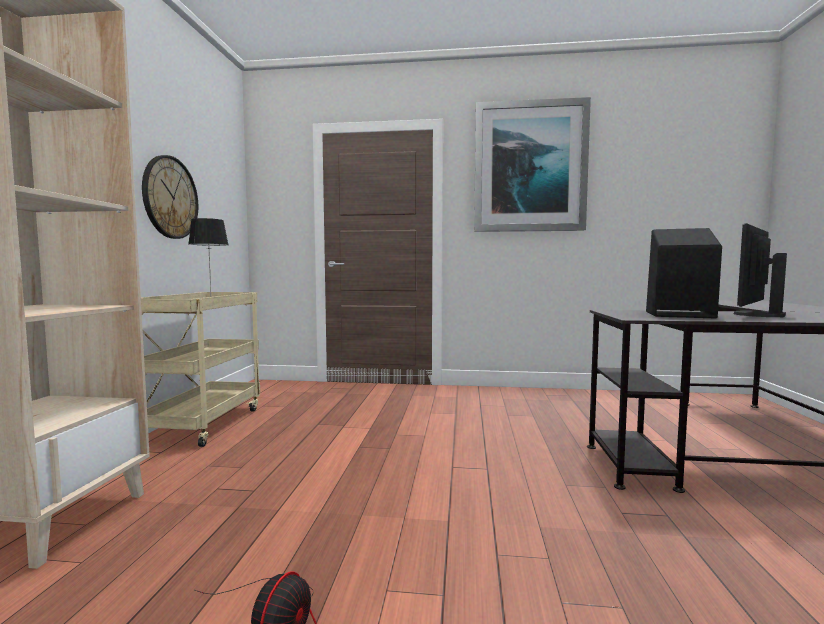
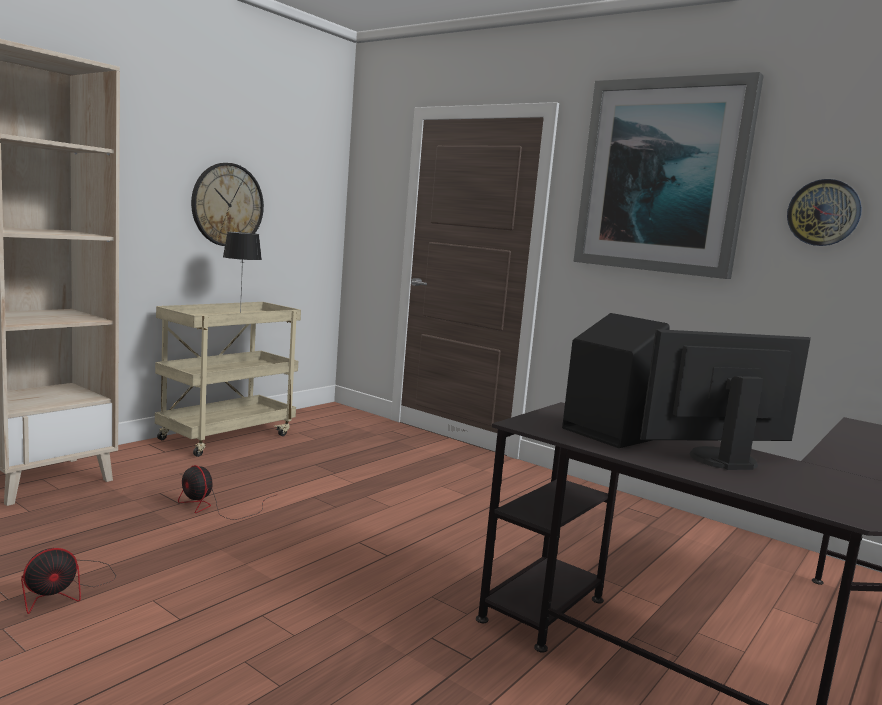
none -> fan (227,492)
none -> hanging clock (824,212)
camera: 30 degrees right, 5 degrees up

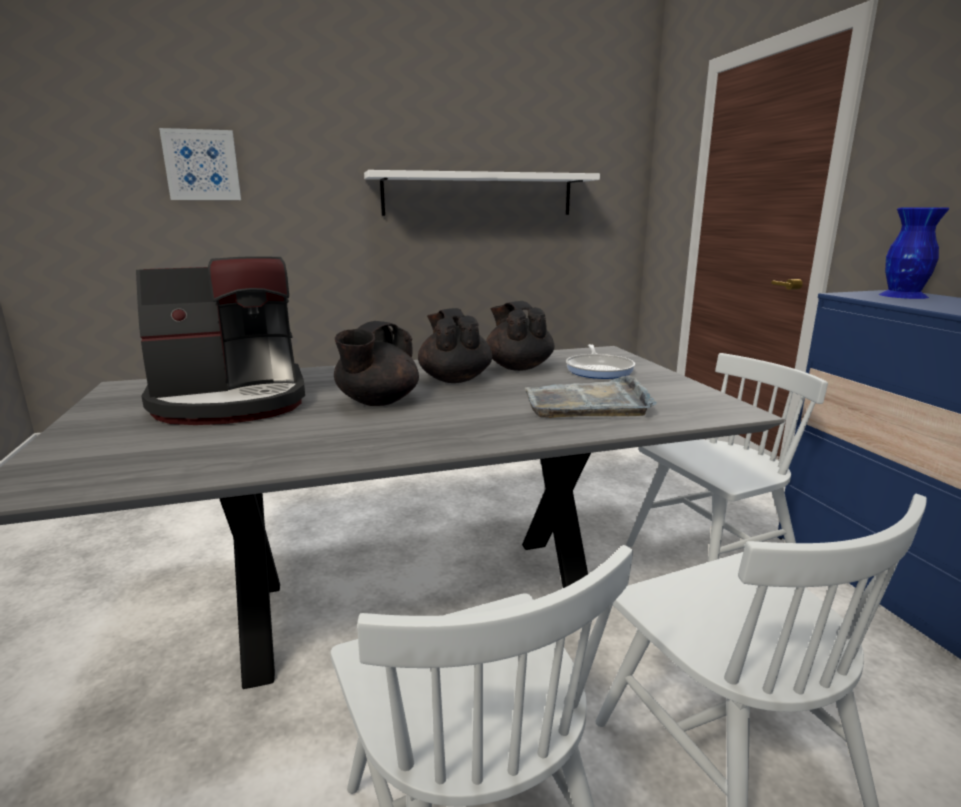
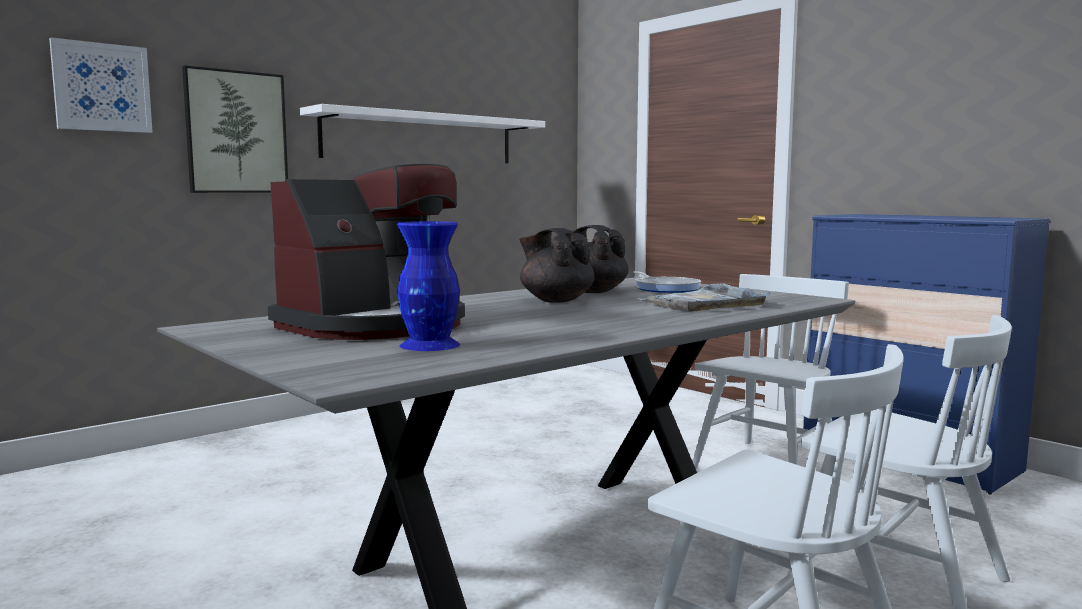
none -> wall picture (235,129)
blue flower vase (914,253) -> blue flower vase (428,286), moved
black-coloured pot for tea (376,363) -> none
camera: 25 degrees left, 10 degrees down

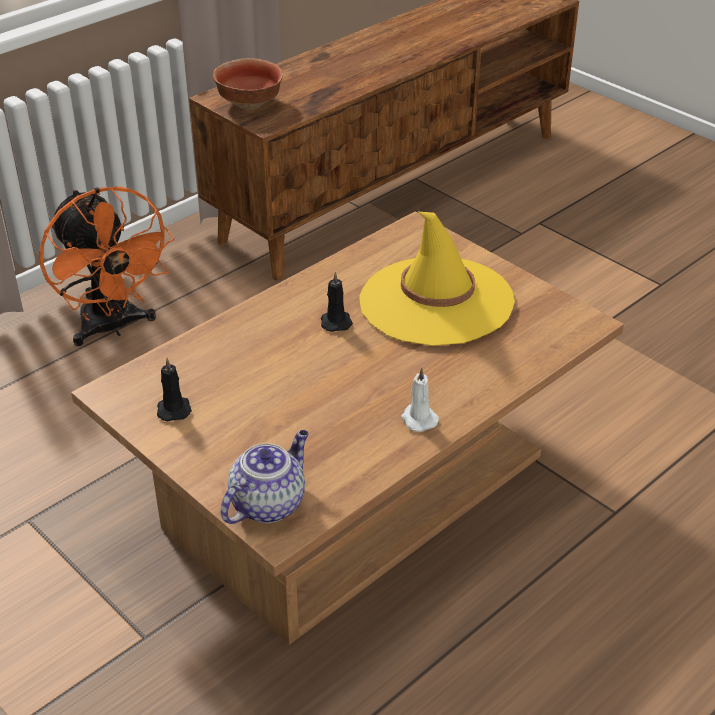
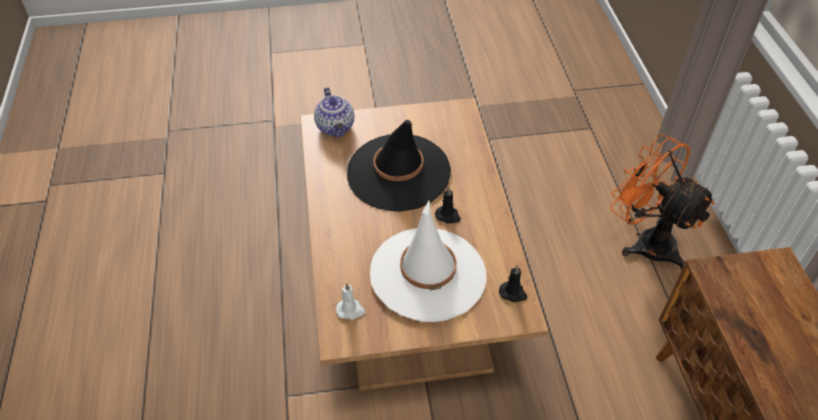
white-coloured wax candle (420,399) -> white-coloured wax candle (350,301), moved
none -> black-coloured clothing hat (399,166)
yellow-coloured clothing hat (437,278) -> white-coloured clothing hat (428,261)
black-coloured wax candle (174,390) -> black-coloured wax candle (513,283), moved
orangey fan (106,266) -> orangey fan (662,202), 45 degrees clockwise
bowl (248,83) -> none
camera: 125 degrees right, 10 degrees up

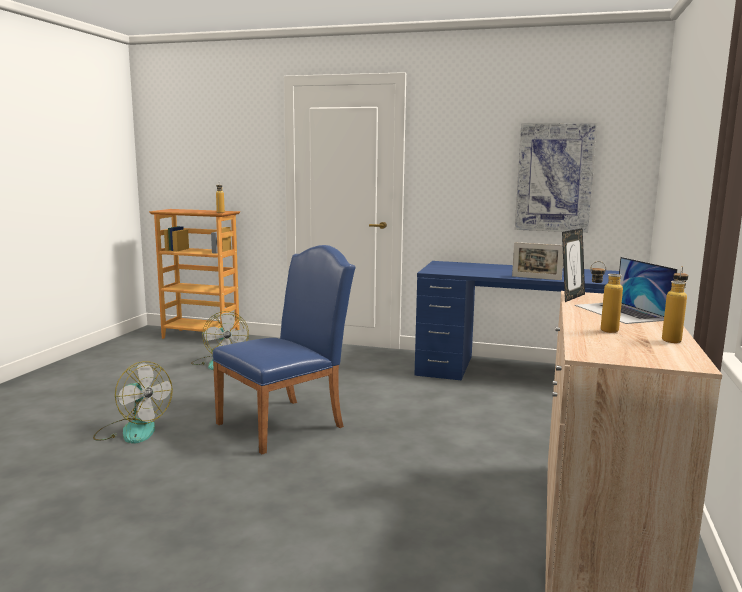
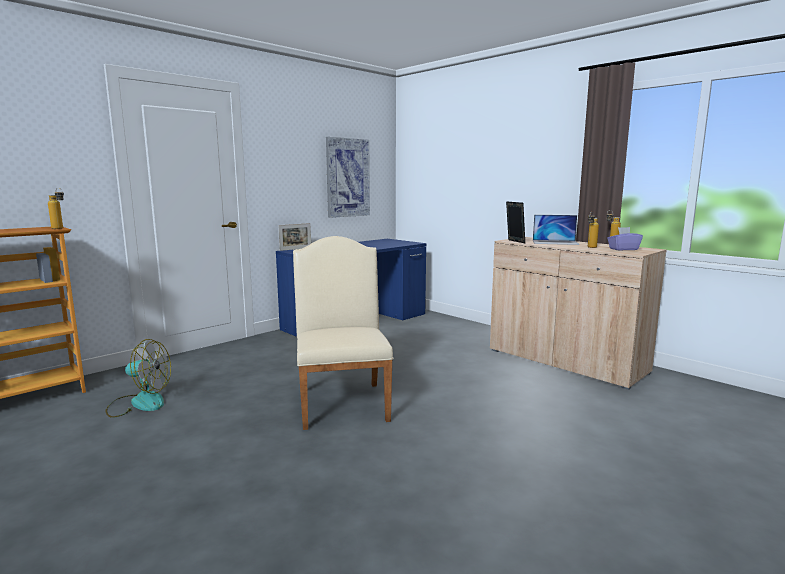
standing frame (537,261) -> standing frame (294,237), moved
blue chair (284,349) -> beige chair (343,333)
none -> purple box of tissues (625,239)
fan (133,402) -> none
camera: 60 degrees left, 0 degrees up

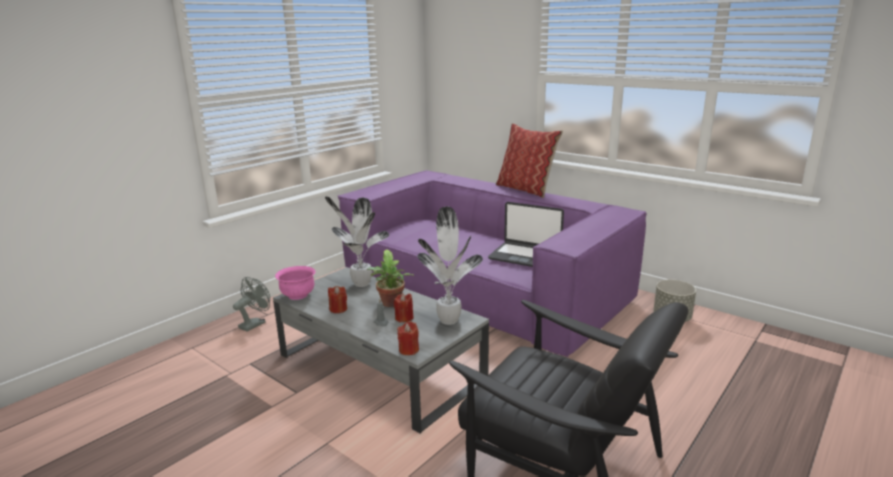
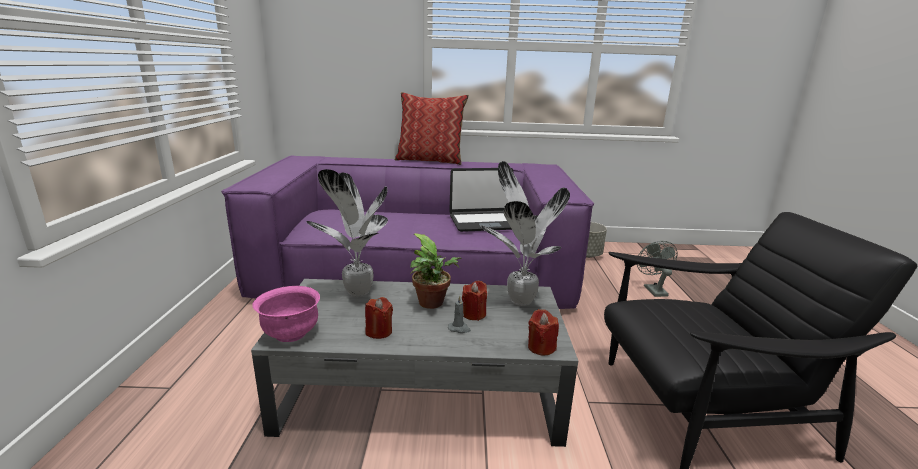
gray fan (251,304) -> gray fan (657,269), moved
camera: 40 degrees left, 0 degrees up

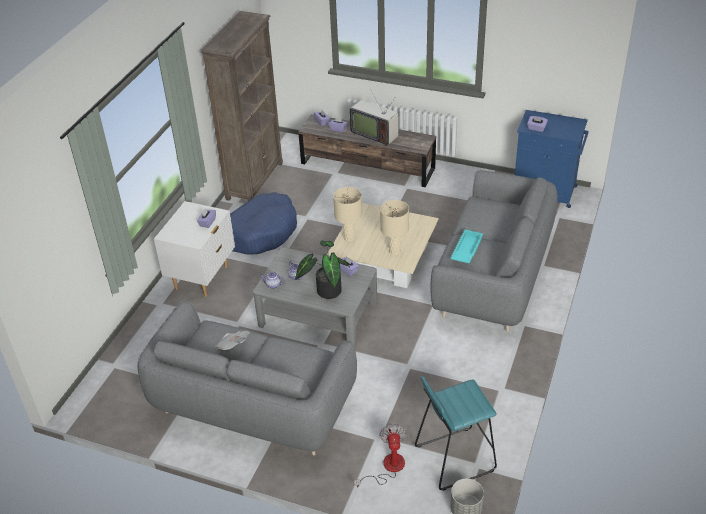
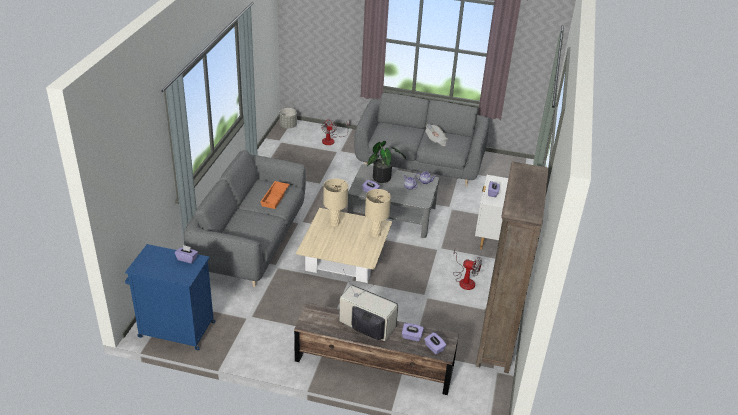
turquoise-coloured tray (466,246) -> orangey tray (275,195)
blue dog bed (263,223) -> fan (467,269)
turquoise-coloured sitting stool (456,433) -> none
camera: 170 degrees right, 5 degrees down

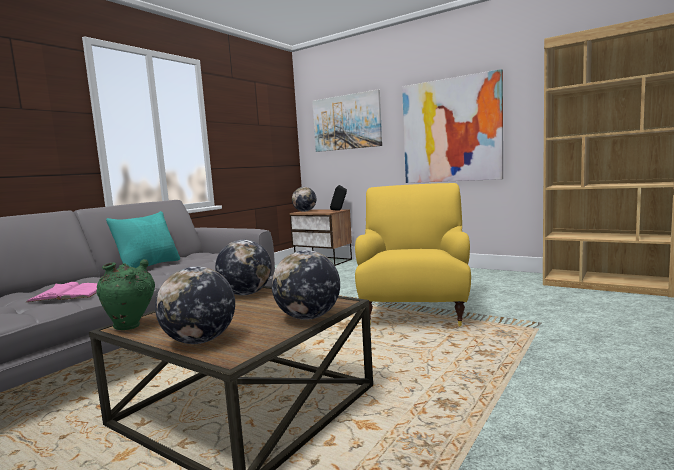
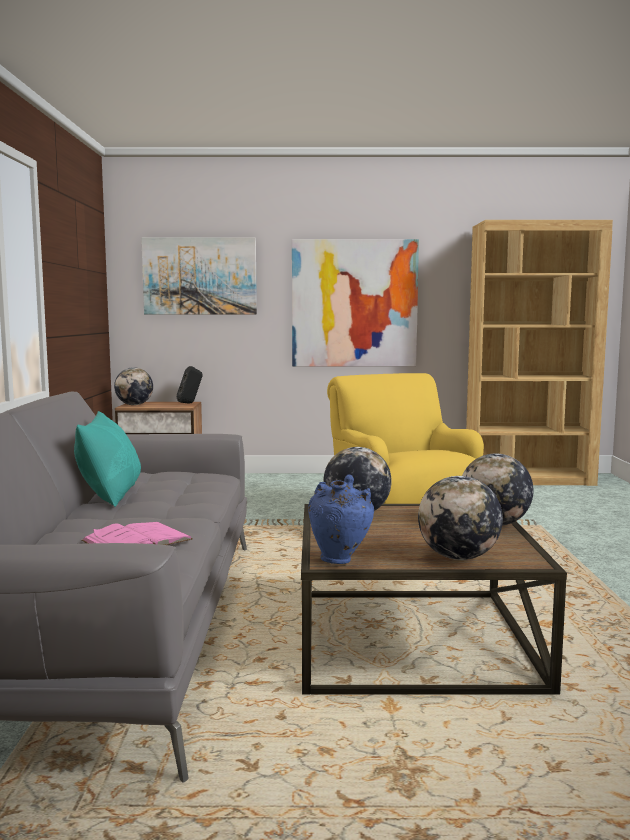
greenish flower vase (126,294) -> blue flower vase (341,519)
camera: 35 degrees left, 0 degrees up

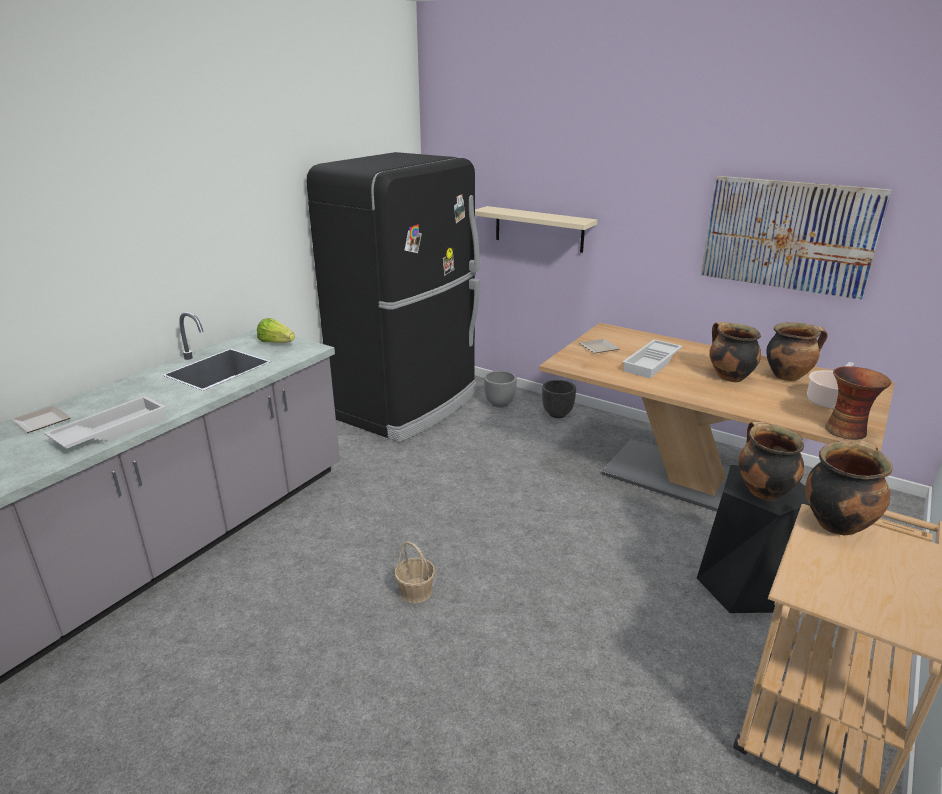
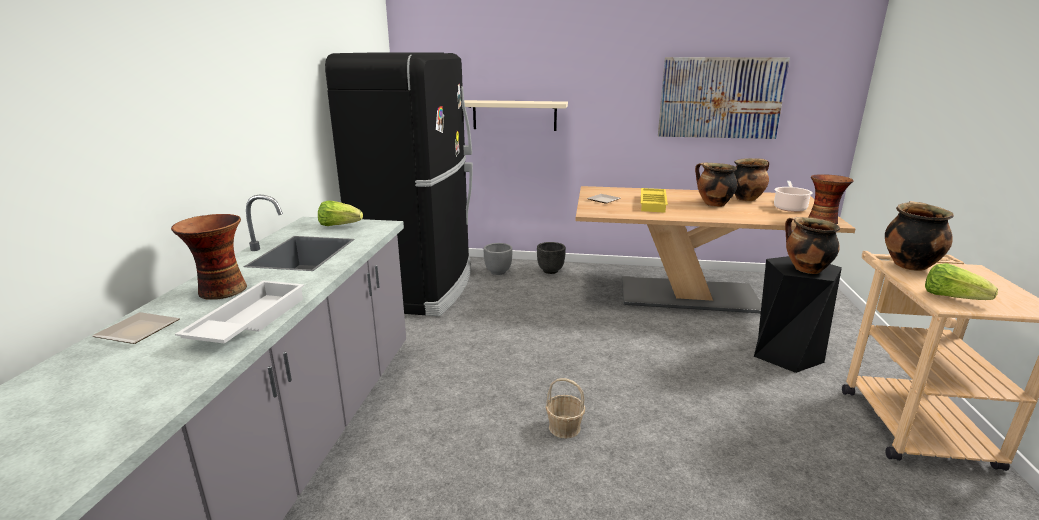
none -> flower vase (209,257)
white-coloured tray (652,358) -> yellow-coloured tray (654,200)
none -> lettuce (961,281)
camera: 25 degrees left, 5 degrees down

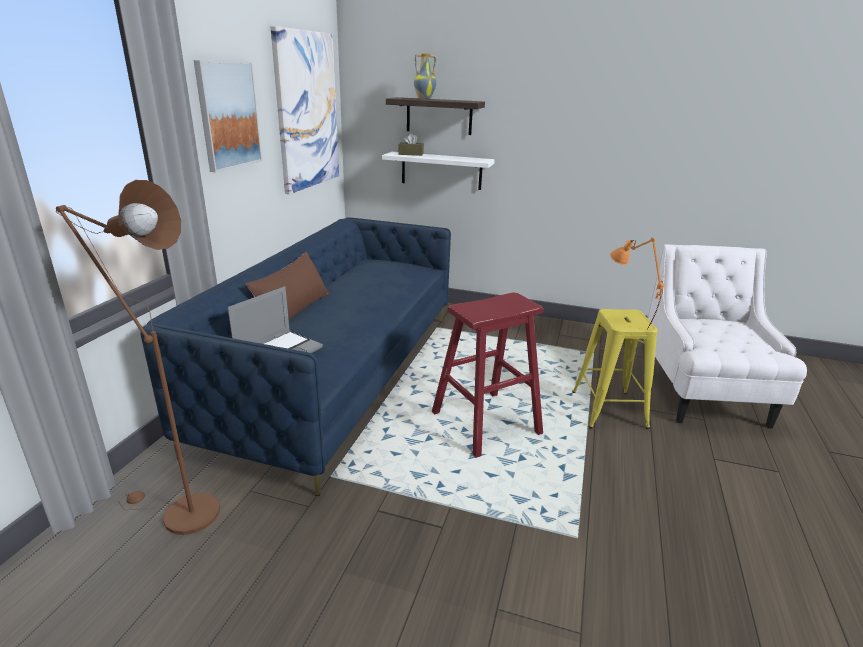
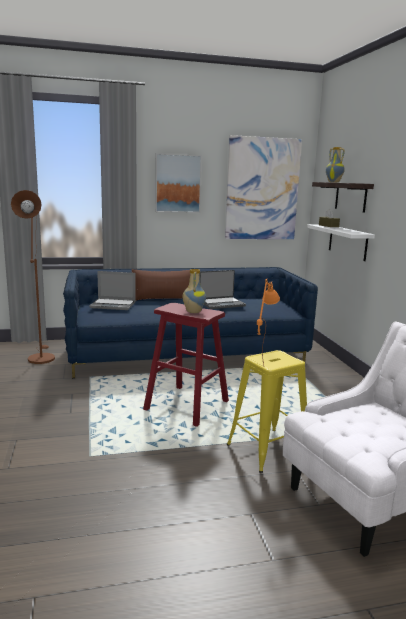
none -> flower vase (194,291)
none -> laptop (222,289)
camera: 60 degrees right, 10 degrees down

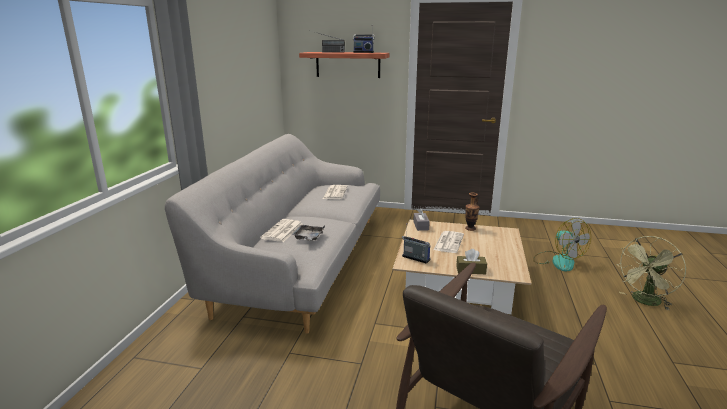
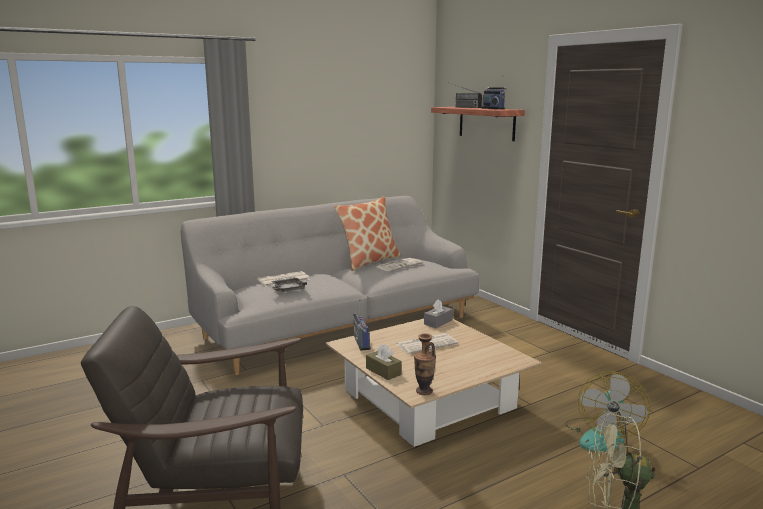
none -> pillow (367,233)
flower vase (472,212) -> flower vase (425,364), moved
camera: 45 degrees right, 5 degrees down

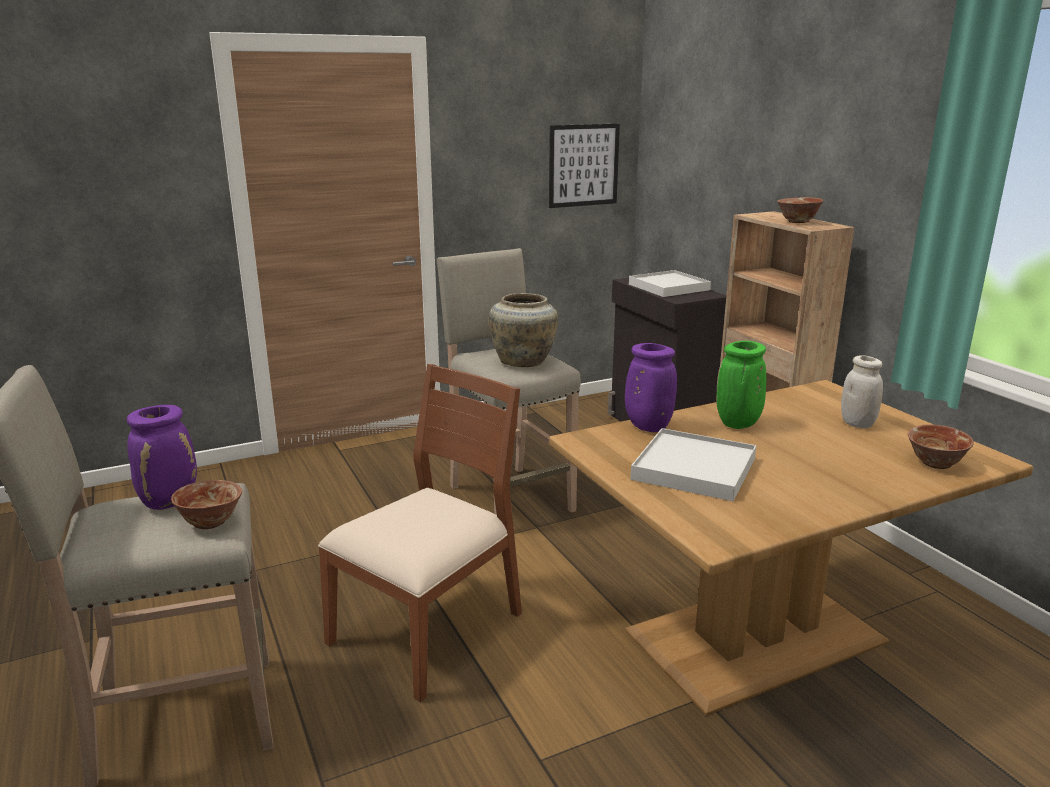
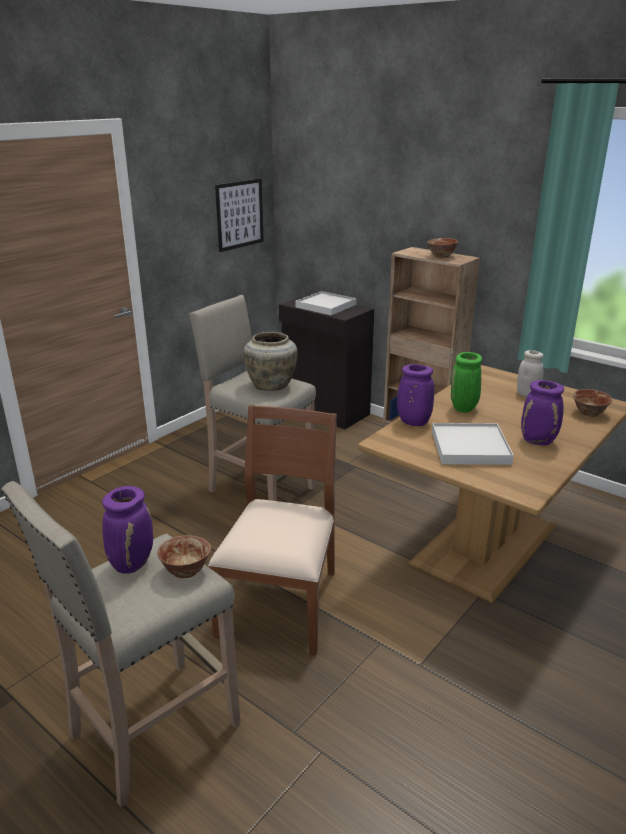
none -> purple flower vase (542,412)
camera: 25 degrees left, 5 degrees up

